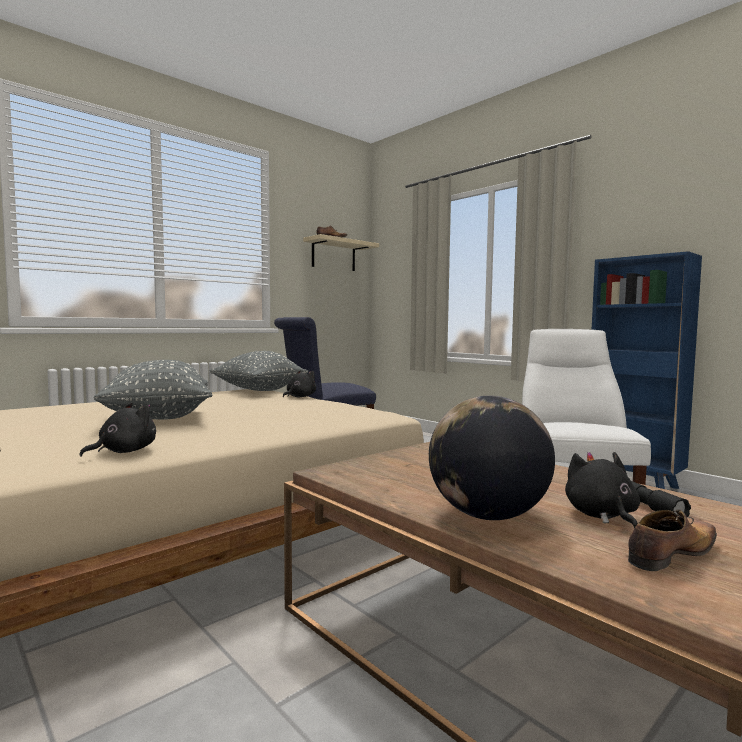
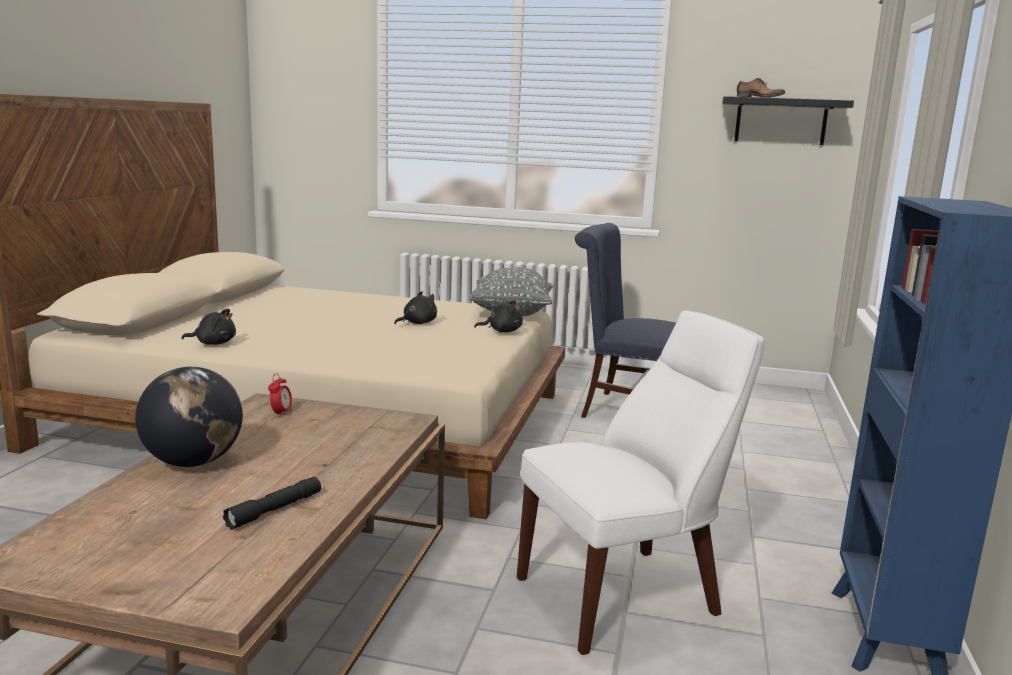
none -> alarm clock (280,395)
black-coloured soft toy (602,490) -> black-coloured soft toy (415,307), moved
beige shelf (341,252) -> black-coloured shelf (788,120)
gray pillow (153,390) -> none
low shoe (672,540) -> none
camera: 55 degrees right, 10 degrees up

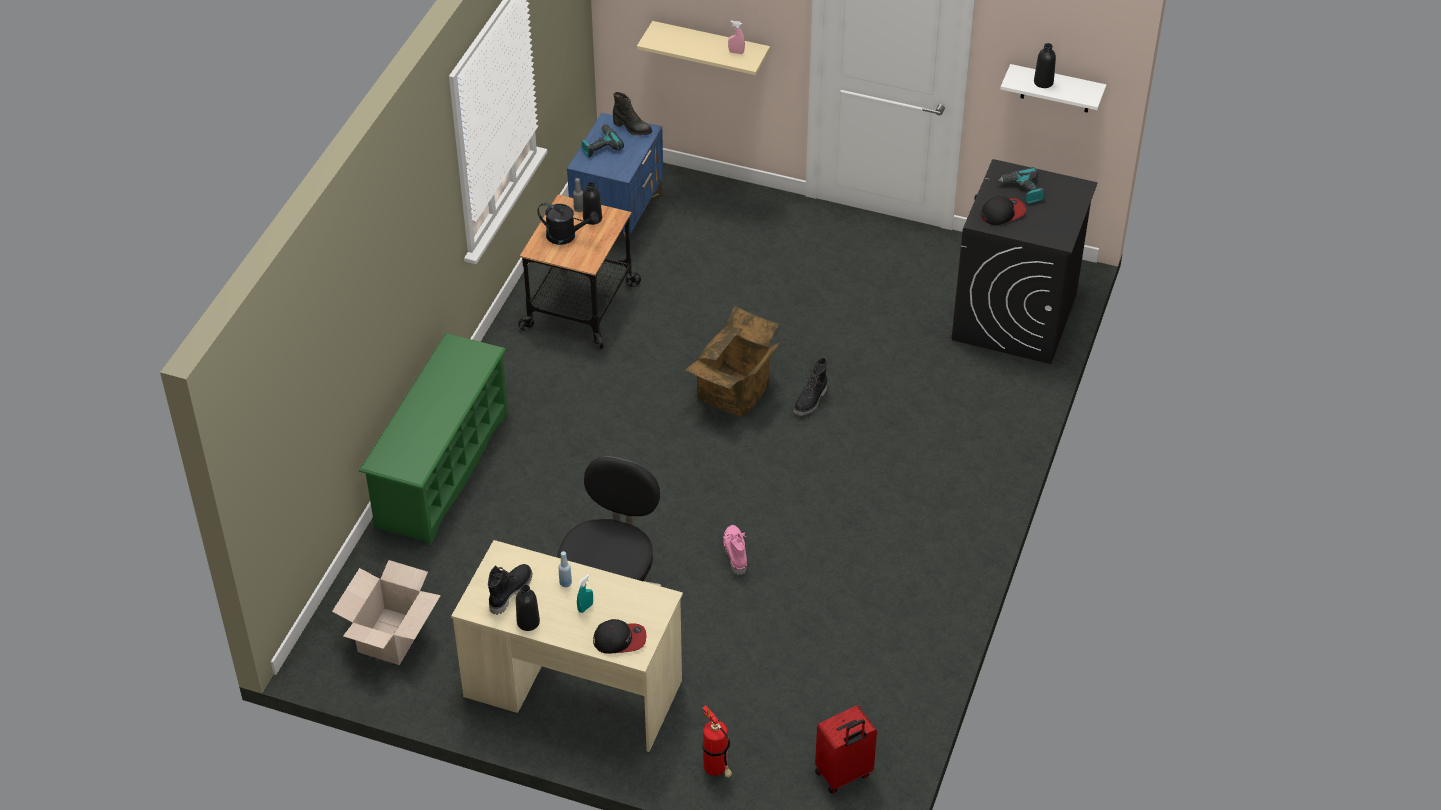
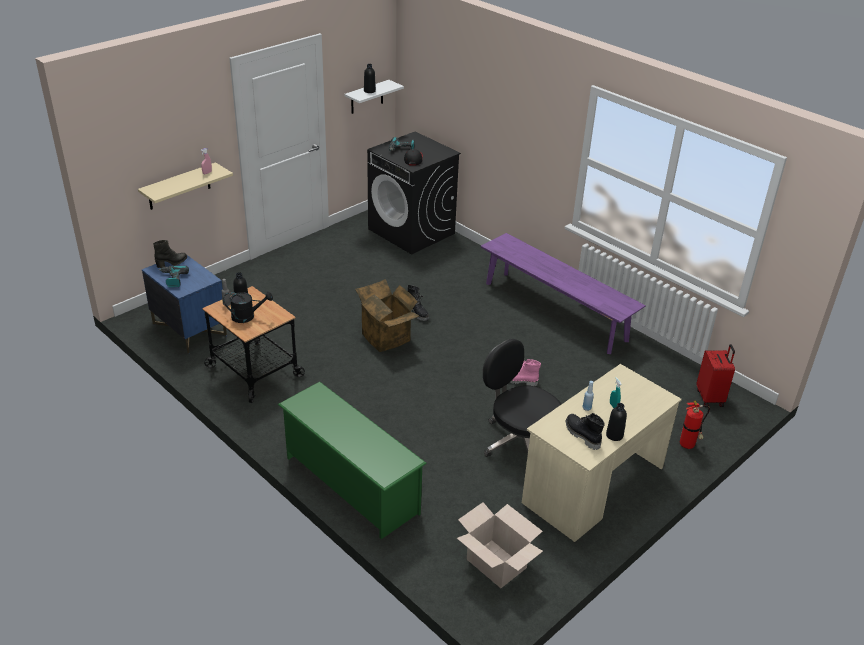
black-coloured sprinkling can (568,224) -> black-coloured sprinkling can (248,307), 45 degrees clockwise
none -> purple long seat (563,293)
cap (620,636) -> none
camera: 65 degrees left, 10 degrees down

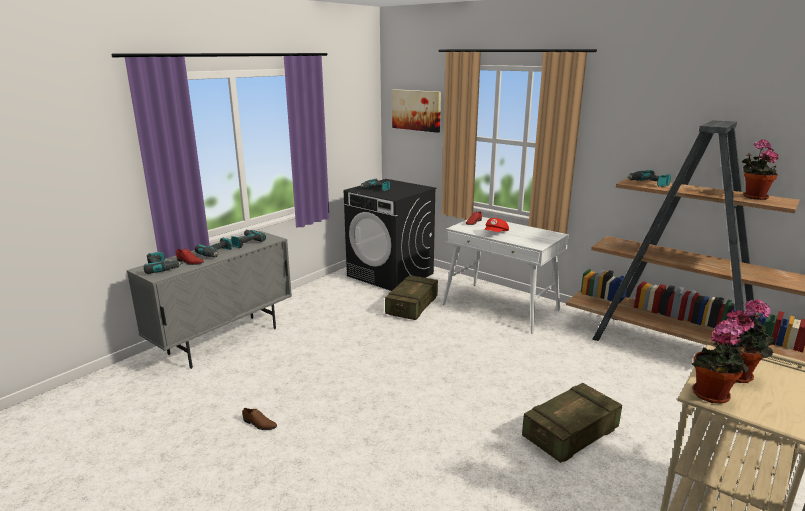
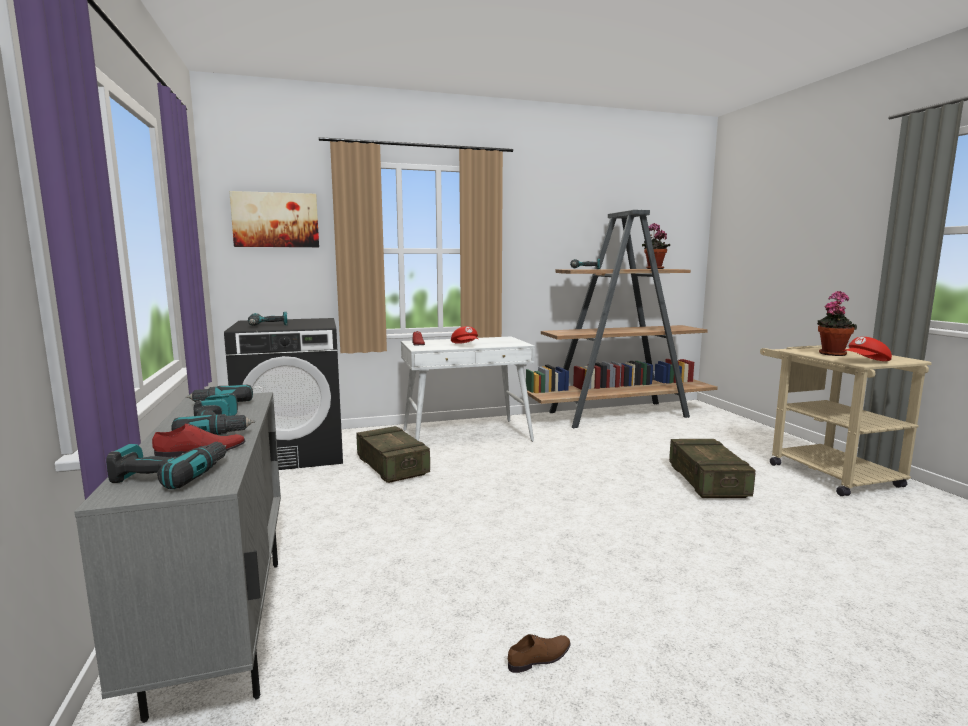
houseplant (720,361) -> red cap (867,349)
camera: 55 degrees left, 10 degrees down

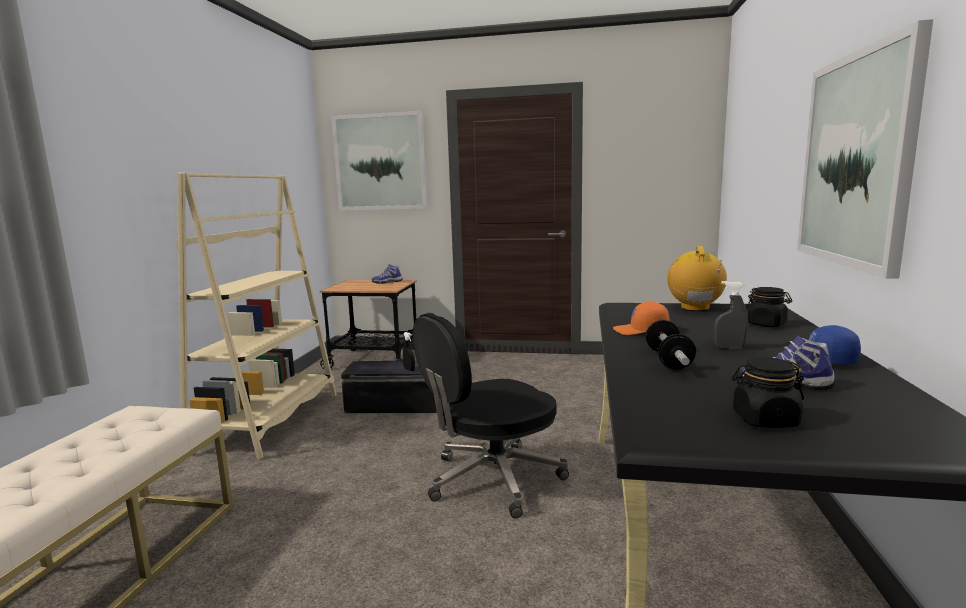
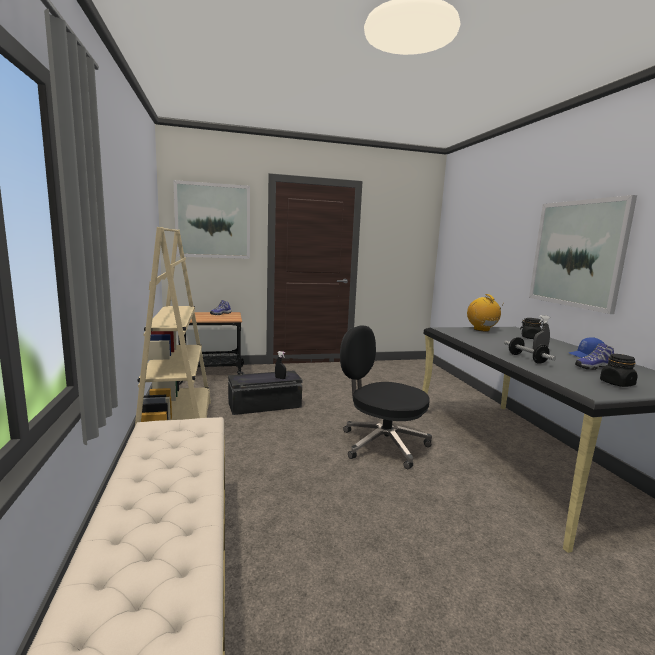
black-coloured desk chair (491,415) -> black-coloured desk chair (386,397), 90 degrees clockwise
orangey cap (641,318) -> none
camera: 25 degrees left, 0 degrees up

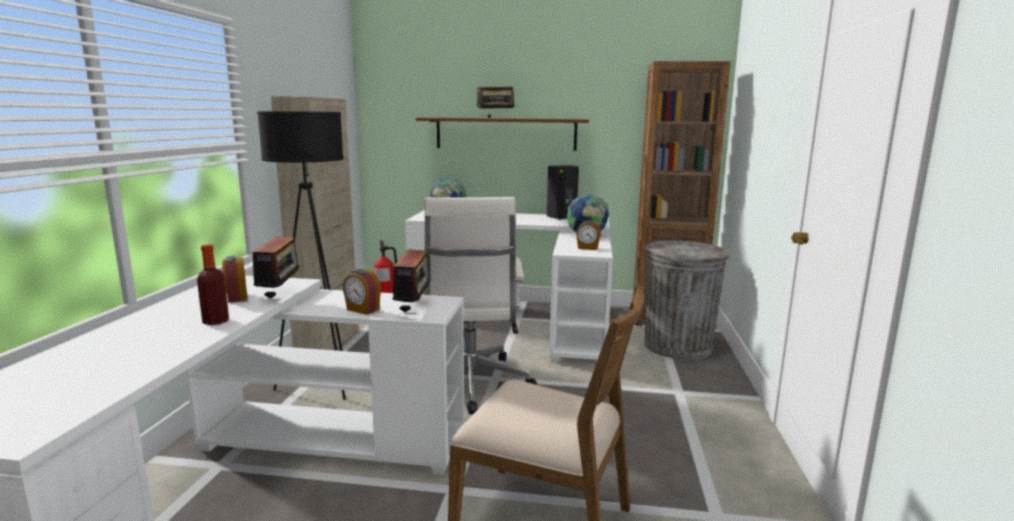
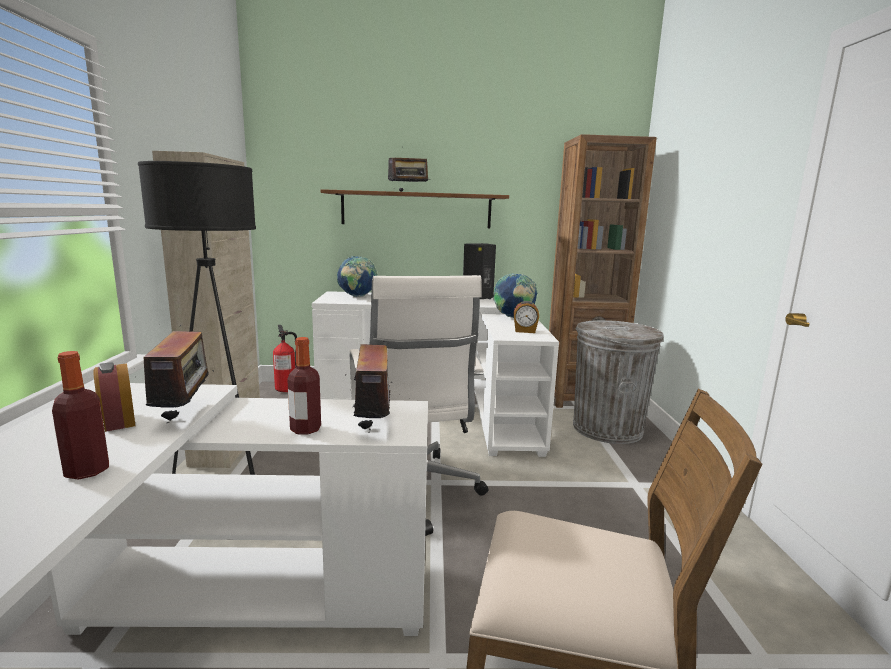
alarm clock (361,292) -> drink bottle (304,386)
camera: 10 degrees left, 0 degrees up

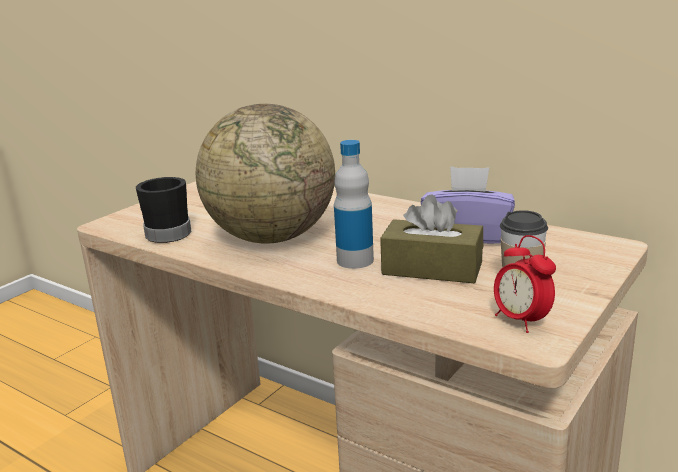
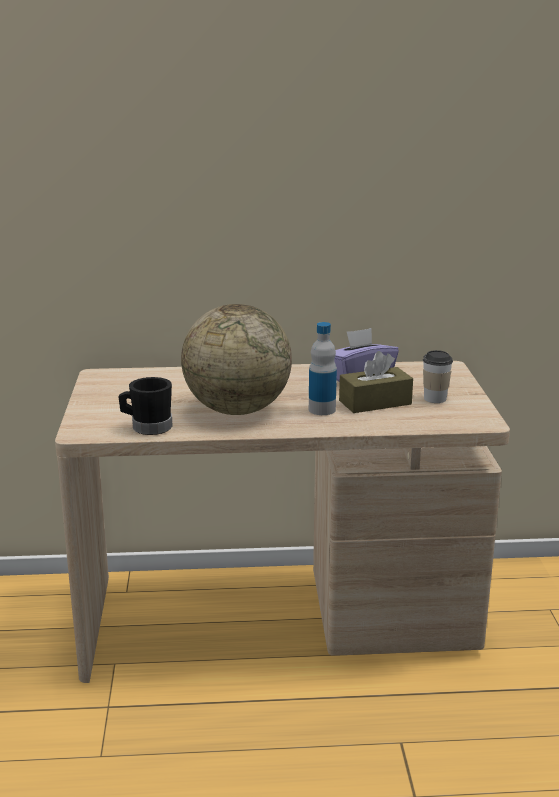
alarm clock (525,284) -> none
camera: 40 degrees left, 0 degrees up

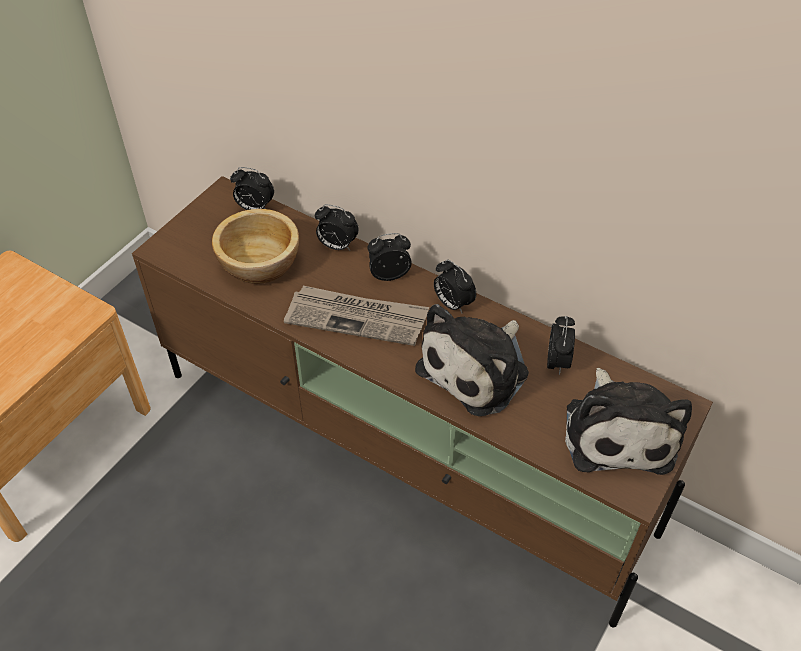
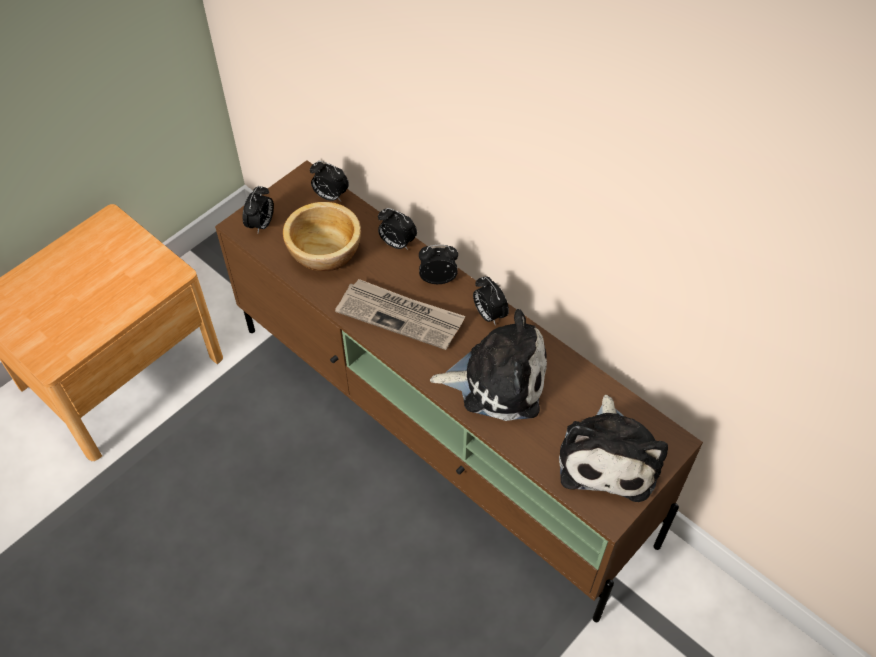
alarm clock (561,345) -> alarm clock (258,209), moved
soft toy (472,360) -> soft toy (488,365), 135 degrees counterclockwise
camera: 10 degrees right, 5 degrees up

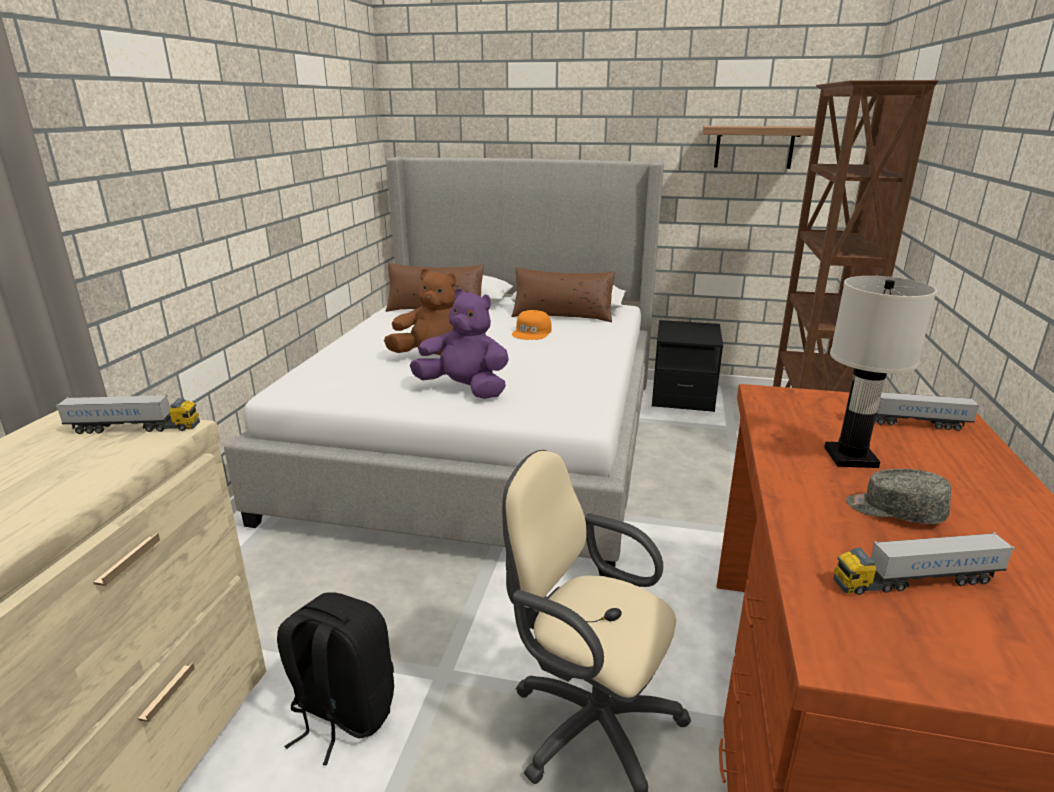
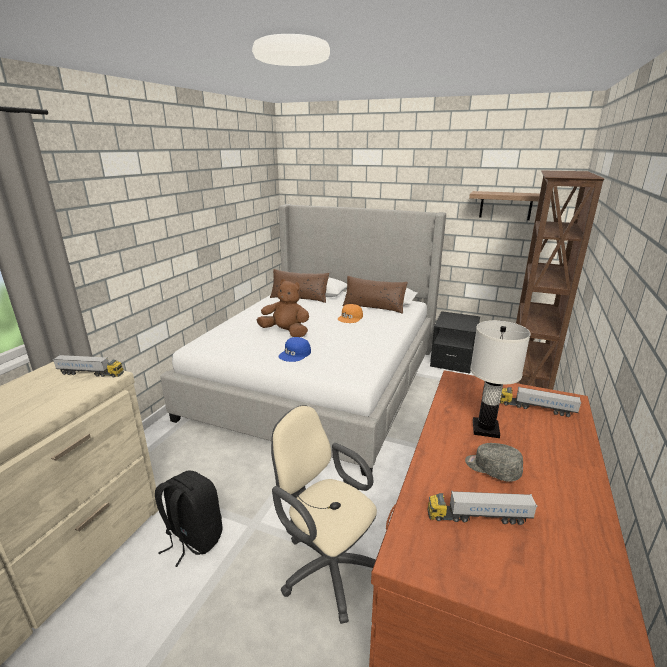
purple soft toy (459,343) -> blue cap (295,349)
camera: 10 degrees right, 0 degrees up

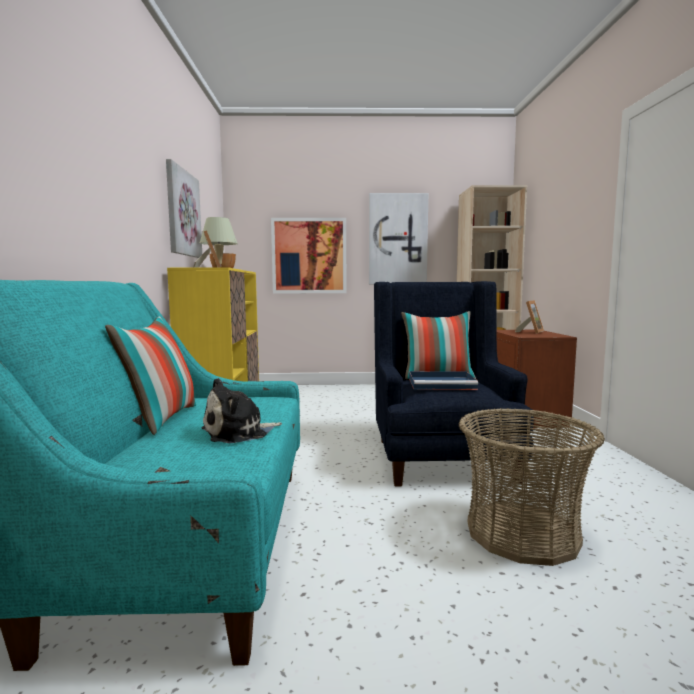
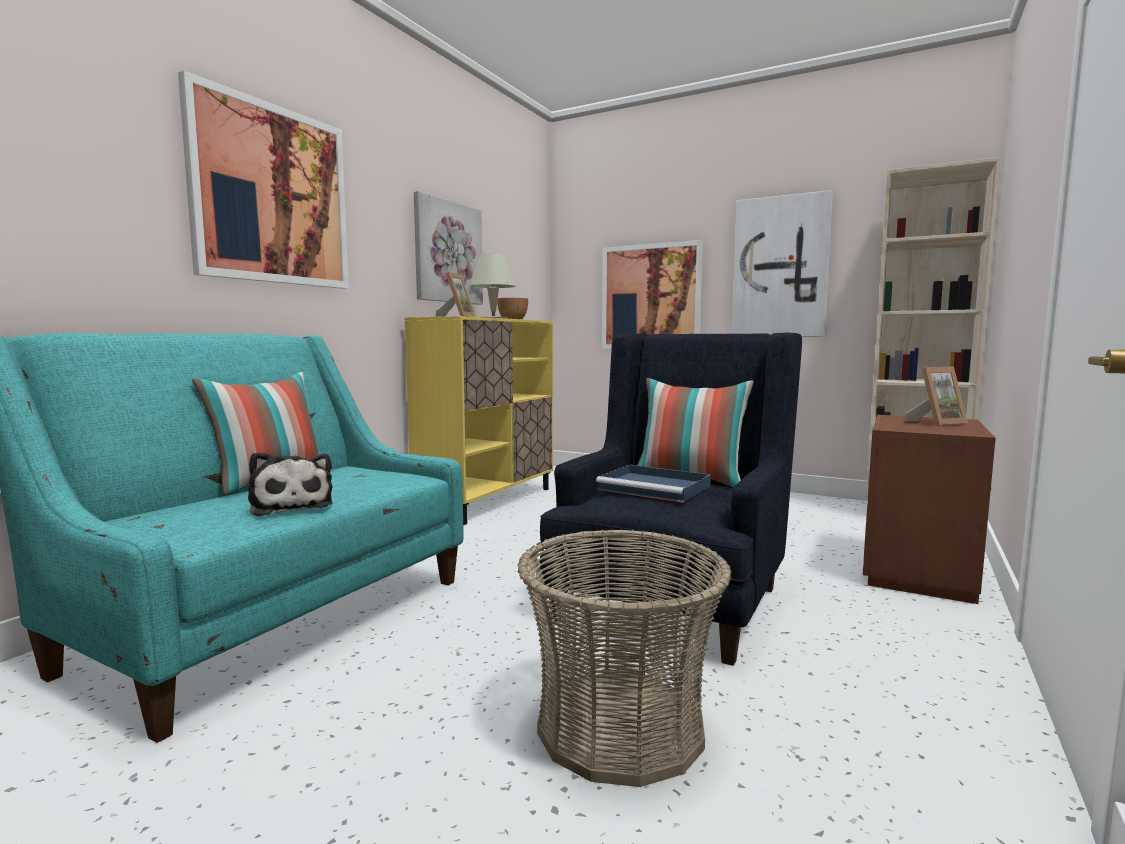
none -> wall picture (263,180)
soft toy (242,410) -> soft toy (290,484), 120 degrees counterclockwise
camera: 30 degrees right, 0 degrees up

